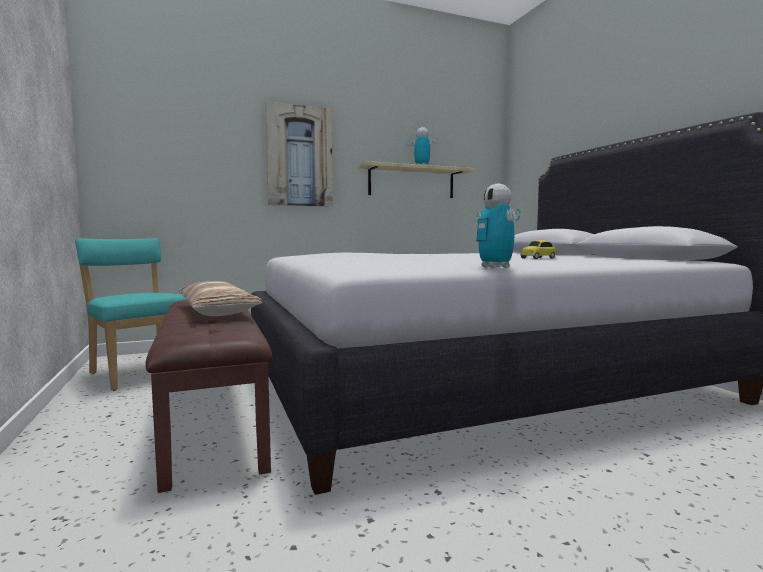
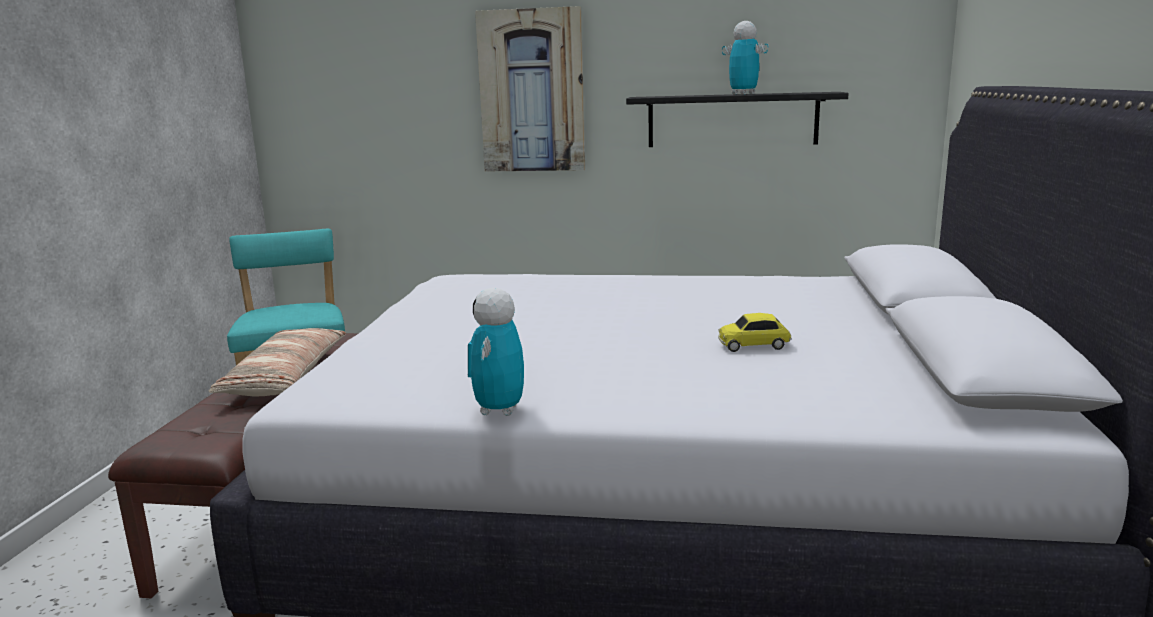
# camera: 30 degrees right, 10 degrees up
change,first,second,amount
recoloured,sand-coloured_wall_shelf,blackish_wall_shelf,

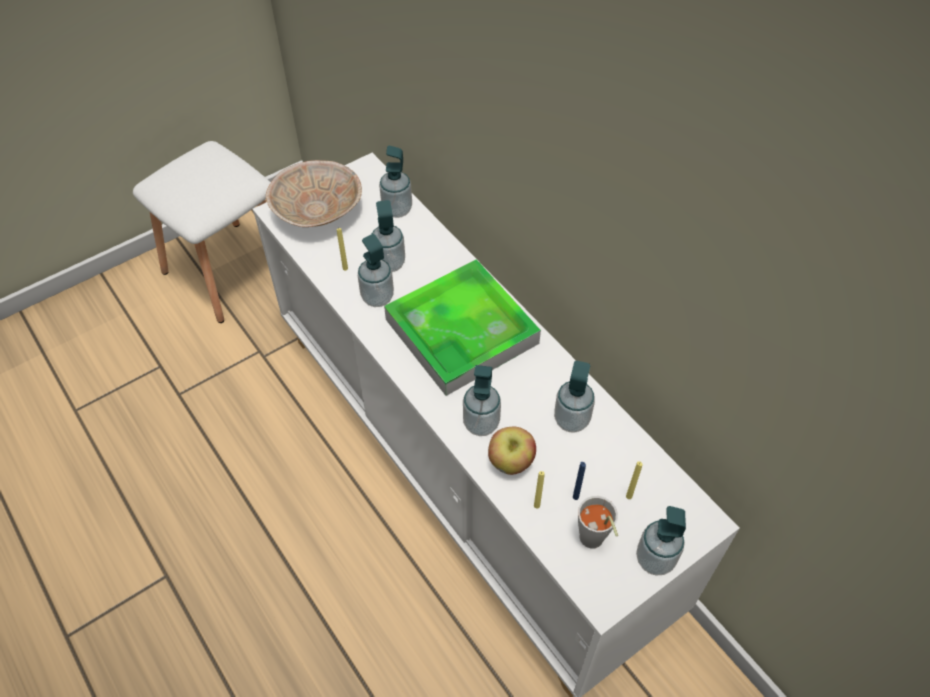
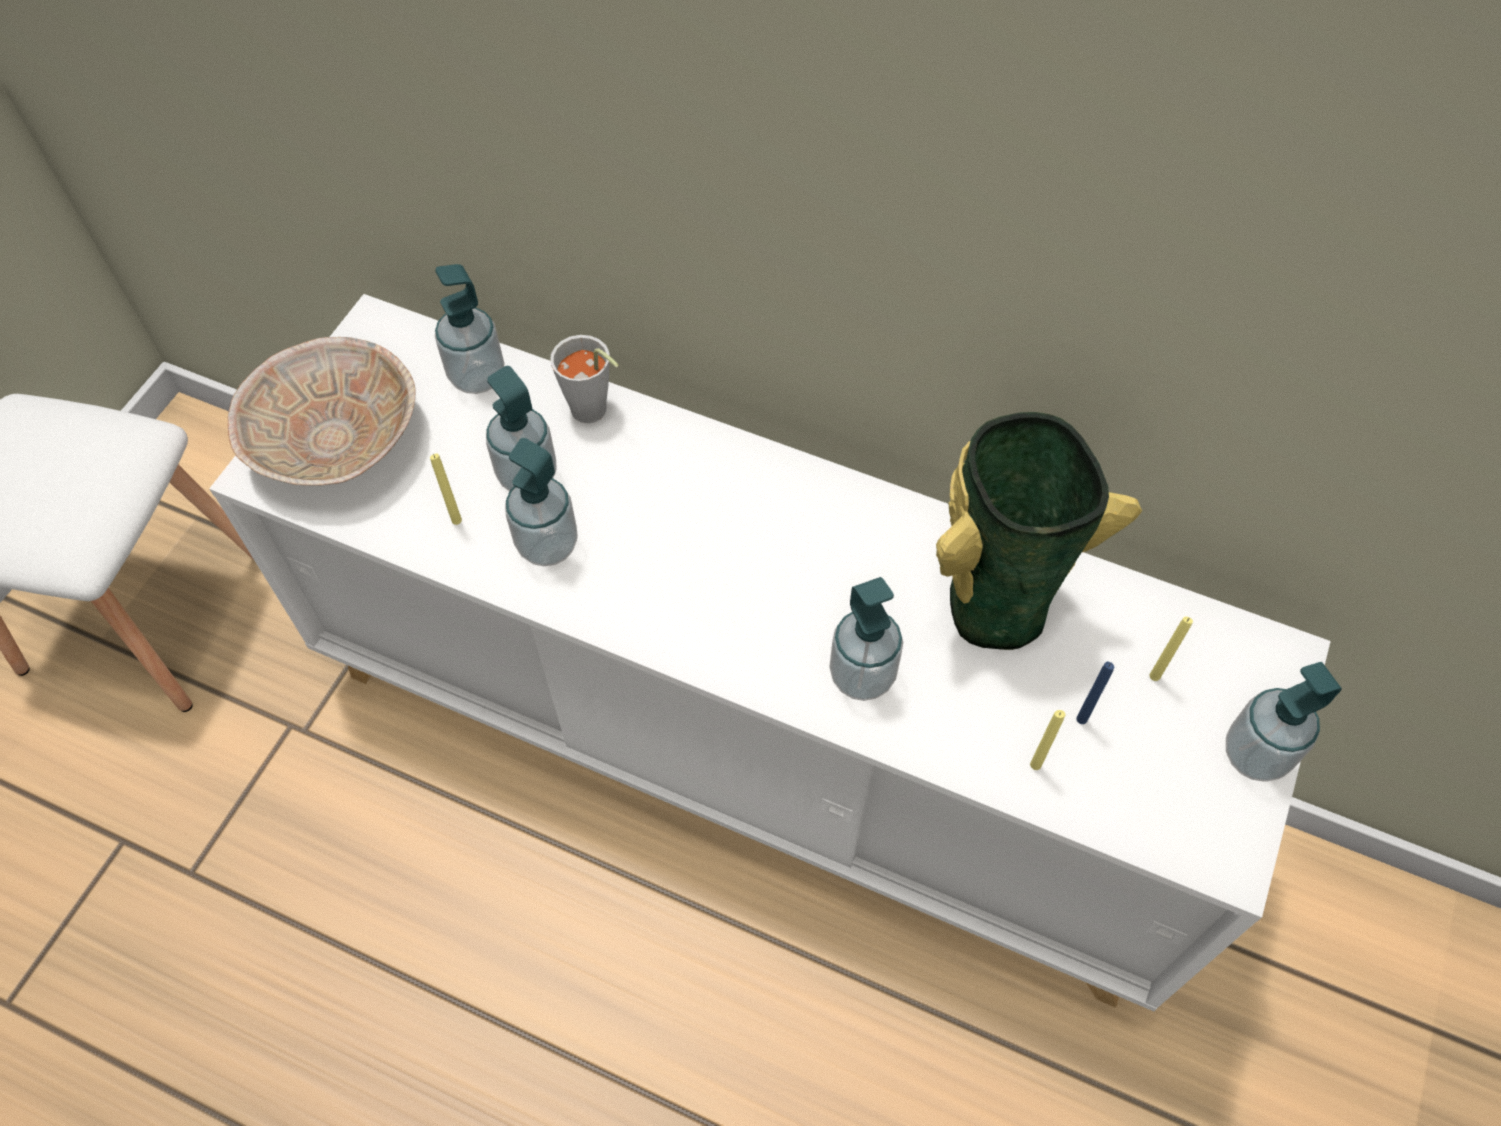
# camera: 30 degrees left, 5 degrees up
change,first,second,amount
removed,serving_tray,,
replaced,soap_dispenser (5th from left),decorative_vase,
removed,whole_apple,,
moved,gray_cup,,

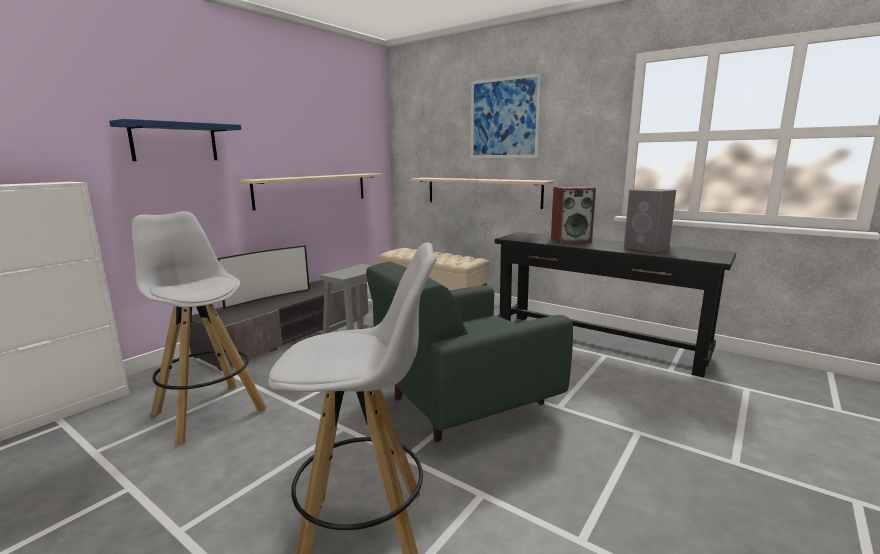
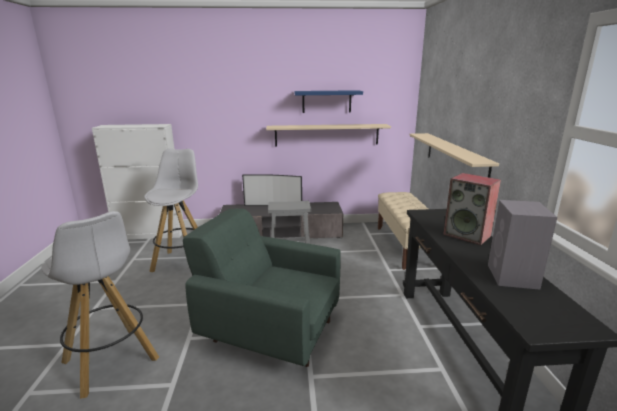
# camera: 50 degrees right, 5 degrees up
change,first,second,amount
removed,wall_picture,,
moved,blue_wall_shelf,,

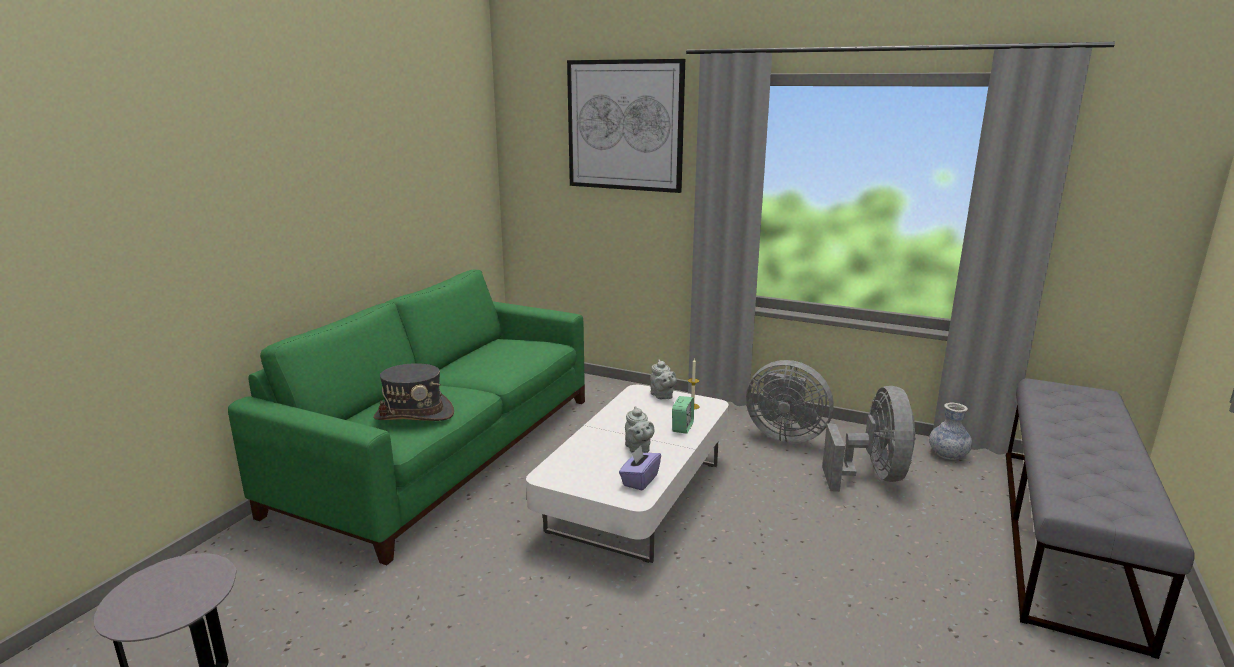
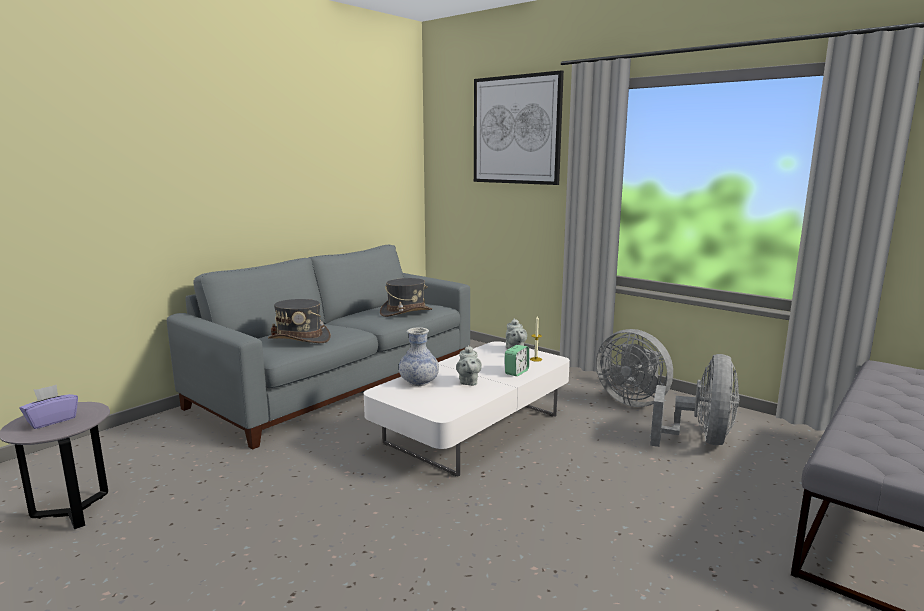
# camera: 15 degrees right, 5 degrees down
change,first,second,amount
recoloured,greenish_couch,gray_couch,
moved,decorative_vase,,
moved,purple_tissue_holder,,
added,,gray_clothing_hat (2nd from left),

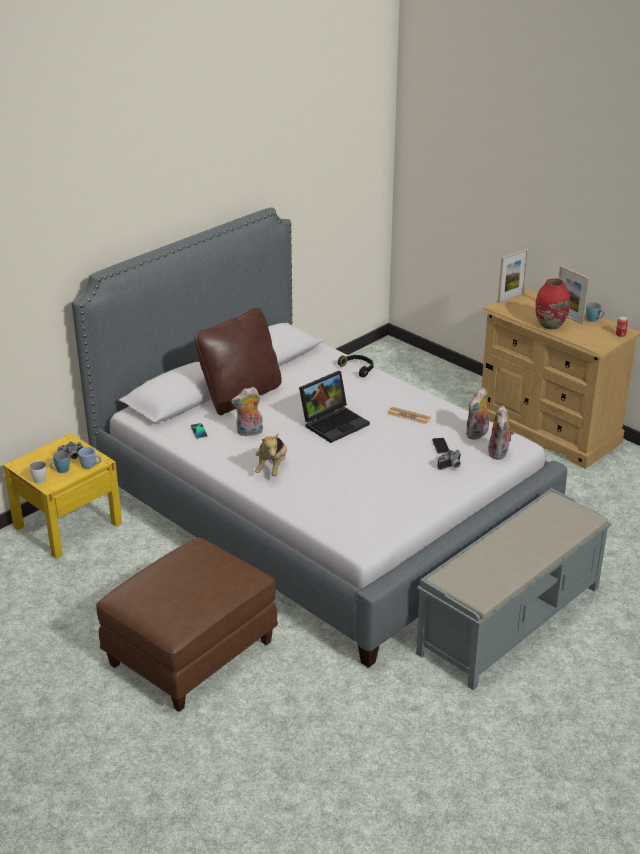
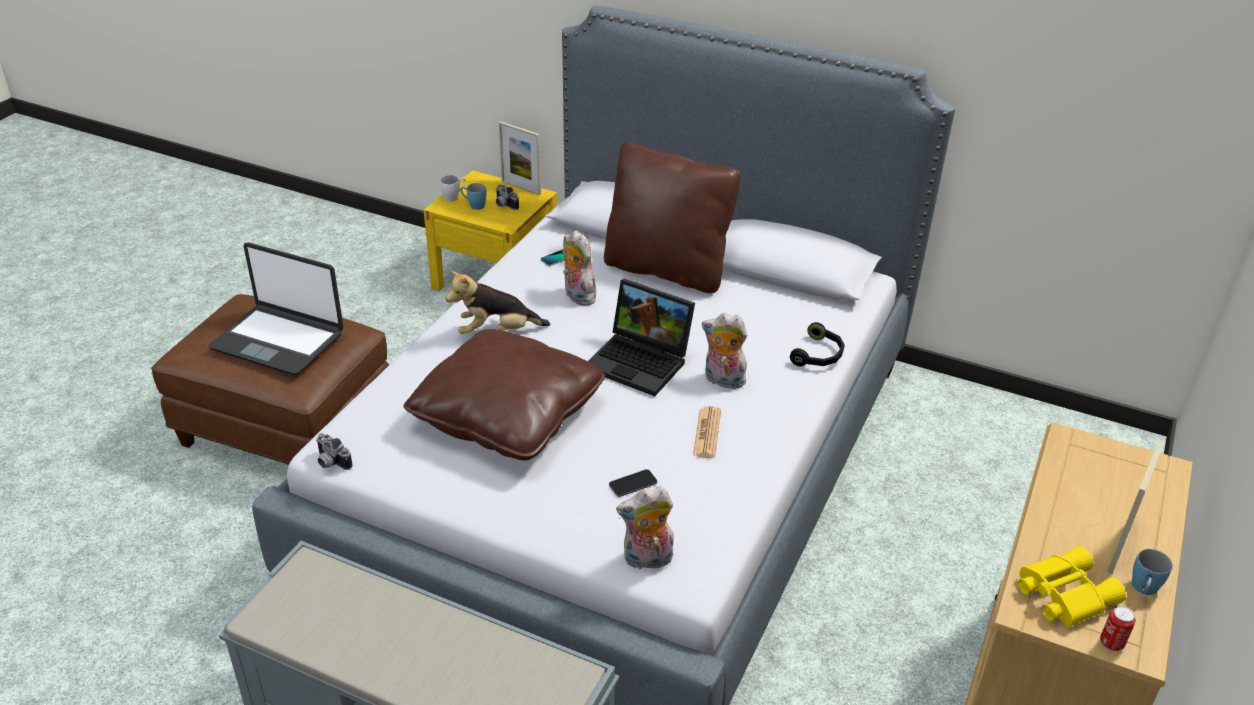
# camera: 70 degrees right, 5 degrees up
change,first,second,amount
moved,picture_frame (1st from left),,
removed,red_decorative_vase,,
moved,plush_toy (3rd from left in the first image),plush_toy (4th from left),
removed,blue_mug (2nd from left),,
moved,still_camera (2nd from left in the first image),still_camera (1st from left),
added,,notebook_computer (1st from left),
added,,brown-coloured_pillow (1st from left),
added,,yellow-coloured_pair_of_binoculars,

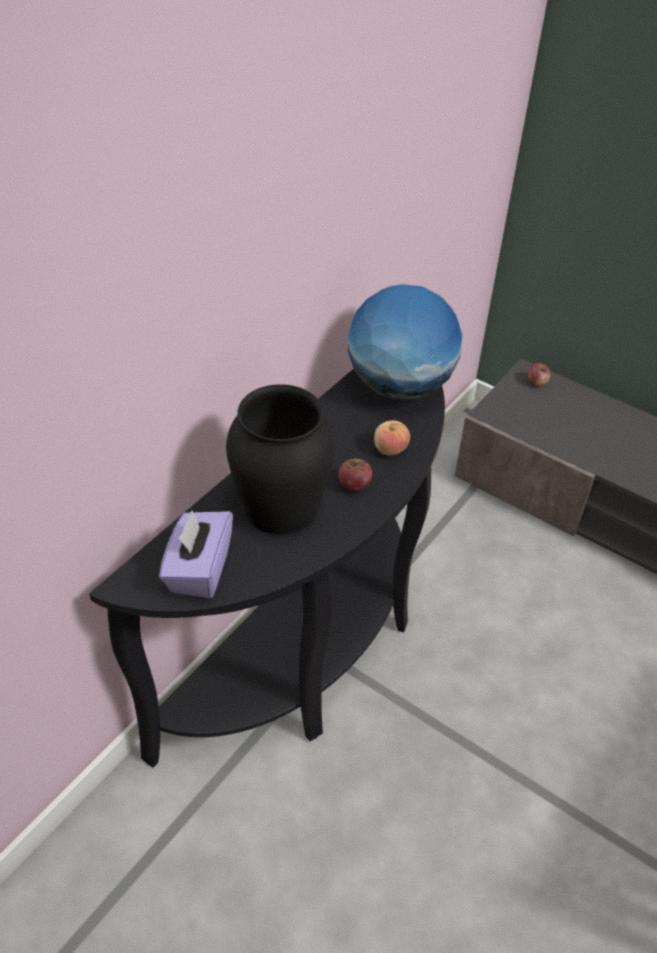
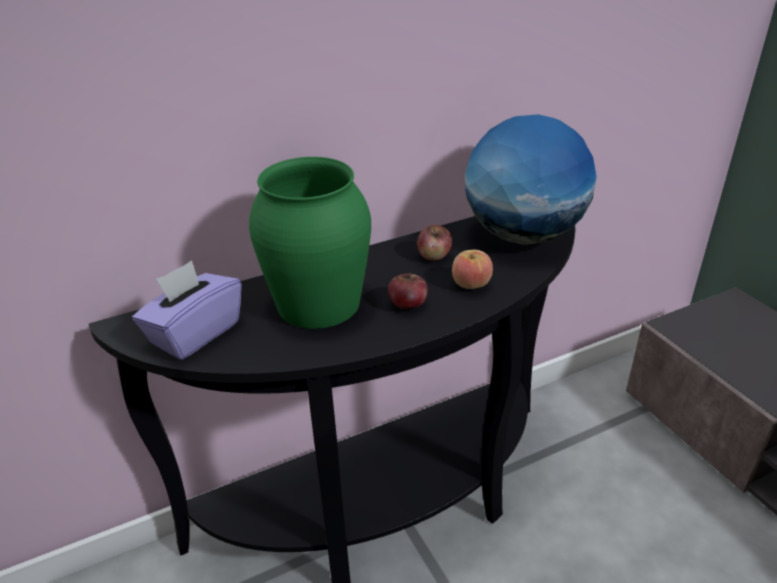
# camera: 30 degrees right, 10 degrees down
change,first,second,amount
moved,whole_apple (3rd from left in the first image),whole_apple (2nd from left),
recoloured,blackish_decorative_vase,greenish_decorative_vase,

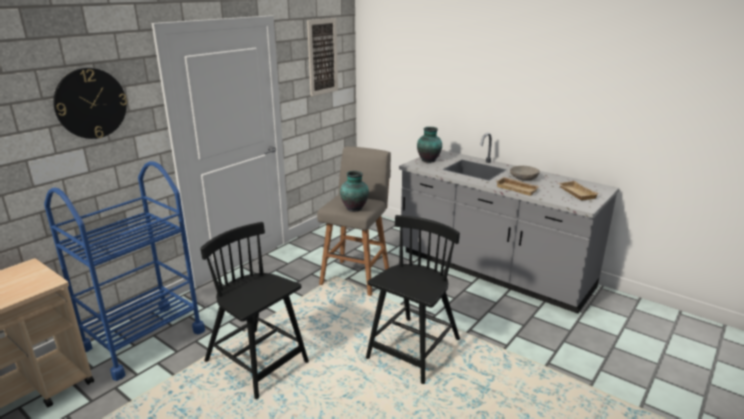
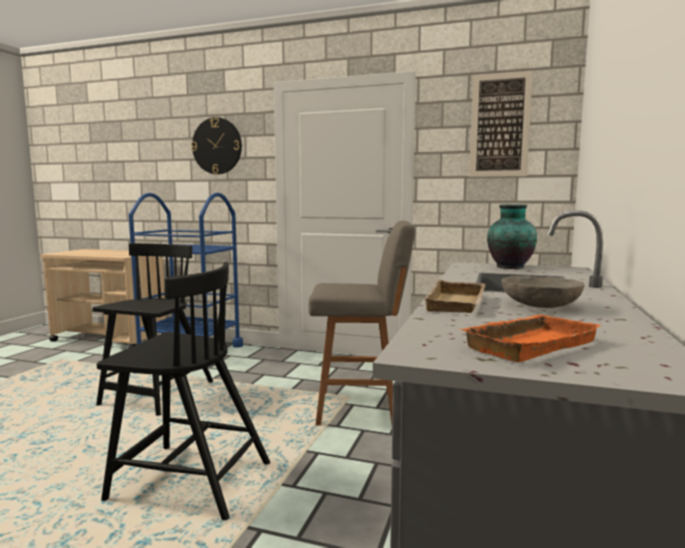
# camera: 70 degrees right, 15 degrees down
change,first,second,amount
removed,decorative_vase (1st from left),,
recoloured,sand-coloured_serving_tray (2nd from left),orange-coloured_serving_tray,

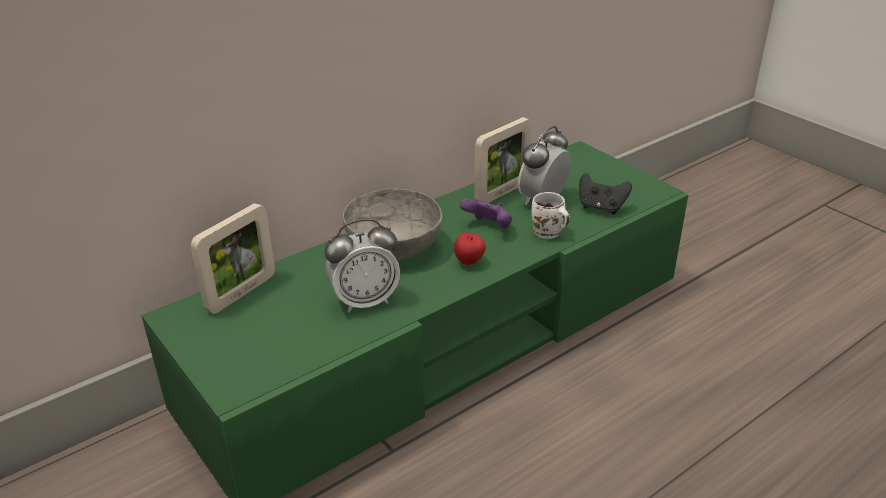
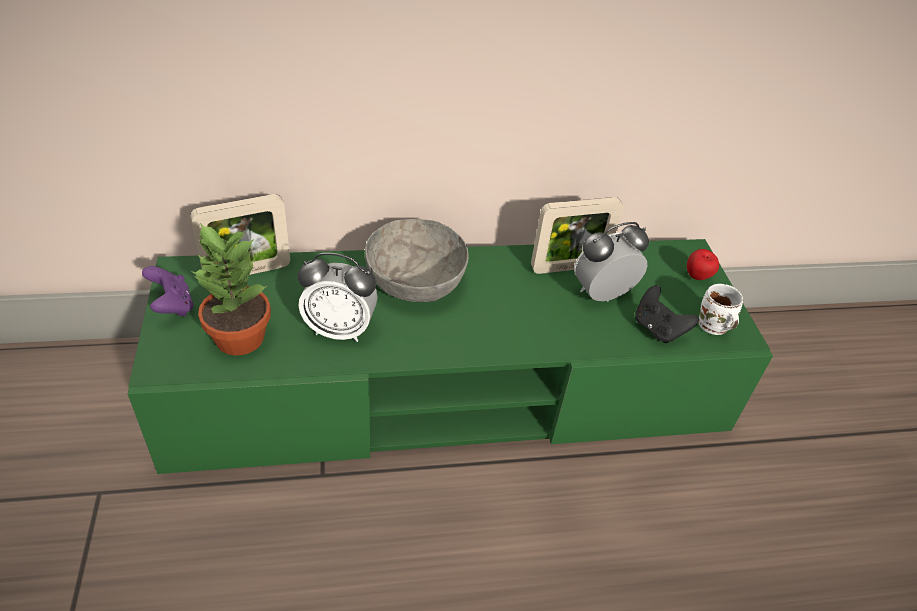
# camera: 25 degrees right, 10 degrees up
change,first,second,amount
moved,white-coloured_mug,,
moved,purple_game_controller,,
moved,whole_apple,,
added,,plant_in_a_pot,

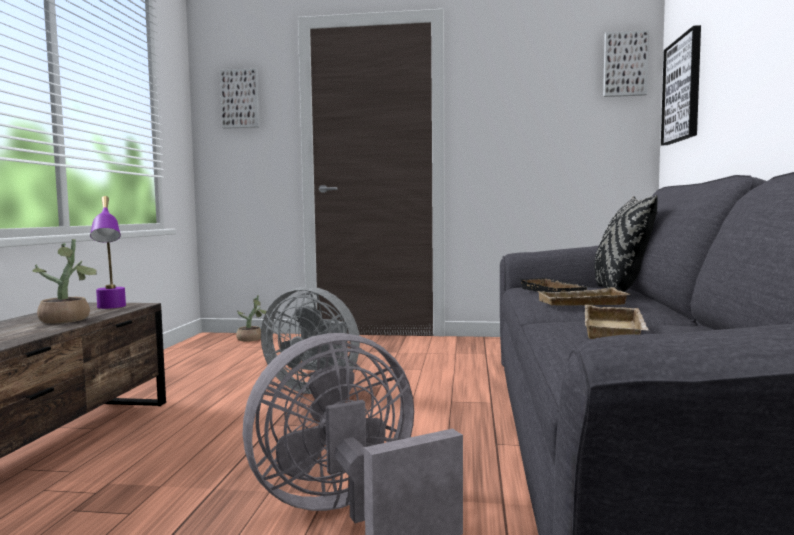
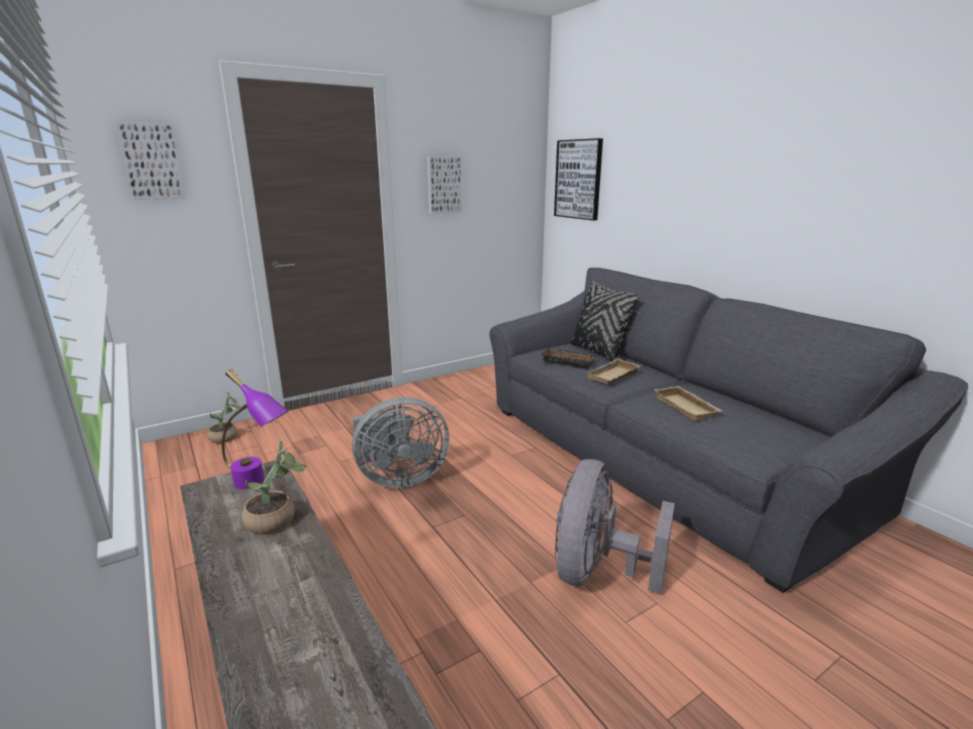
# camera: 40 degrees left, 15 degrees up
change,first,second,amount
moved,wall_picture (2nd from left),,

